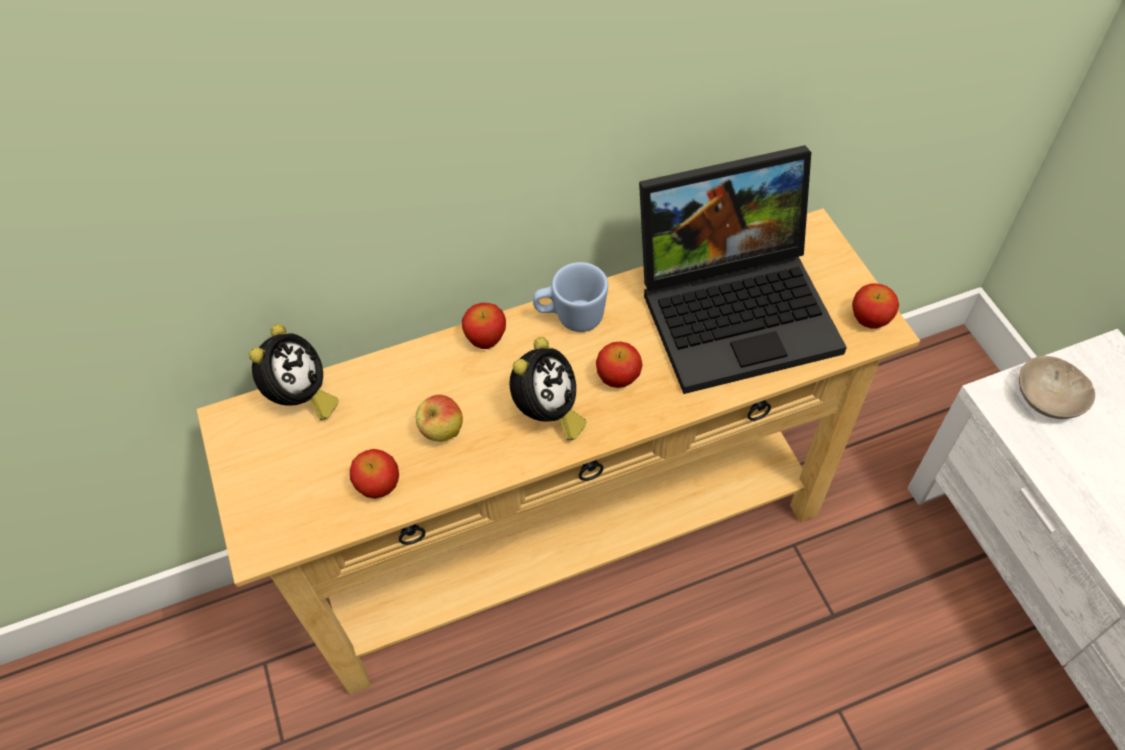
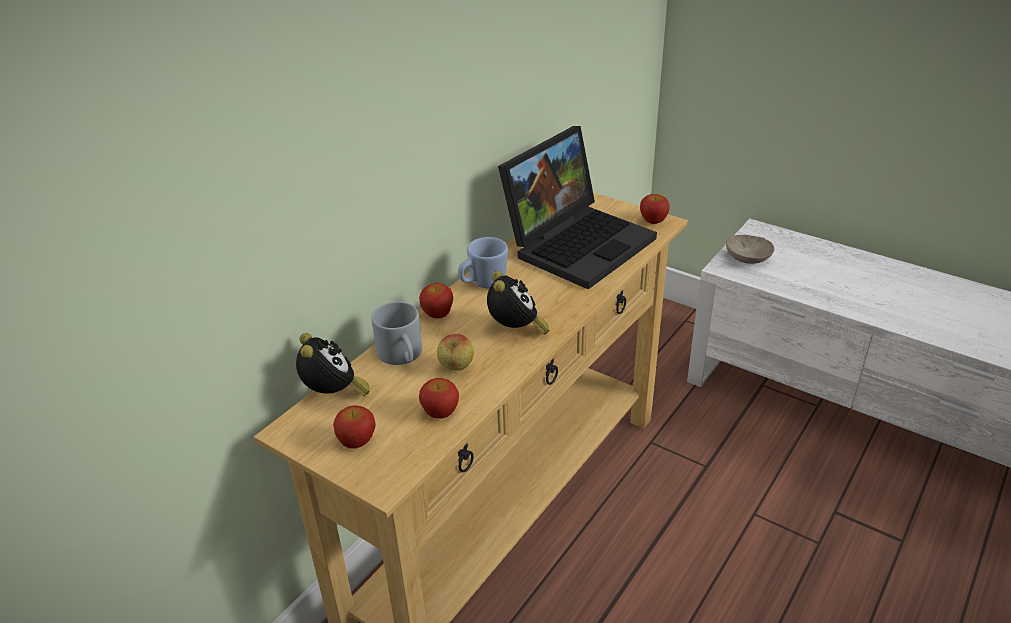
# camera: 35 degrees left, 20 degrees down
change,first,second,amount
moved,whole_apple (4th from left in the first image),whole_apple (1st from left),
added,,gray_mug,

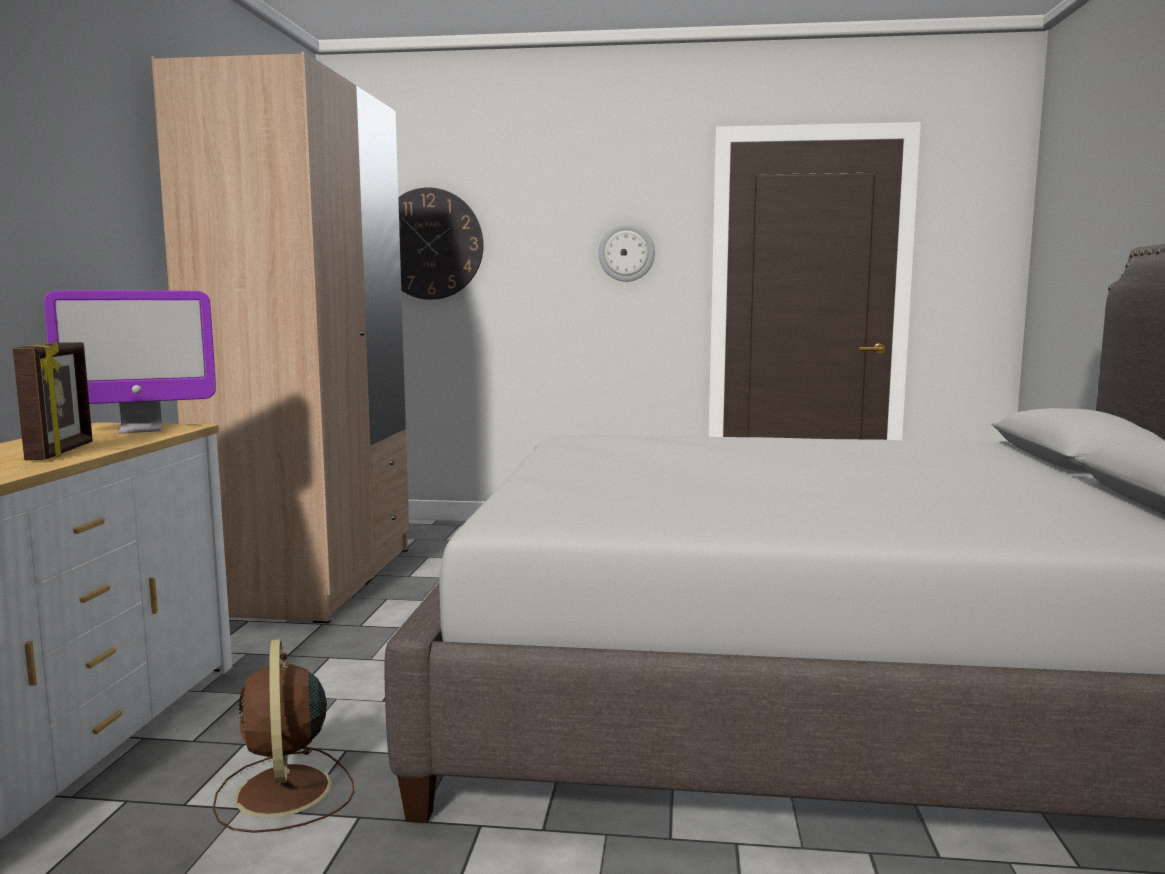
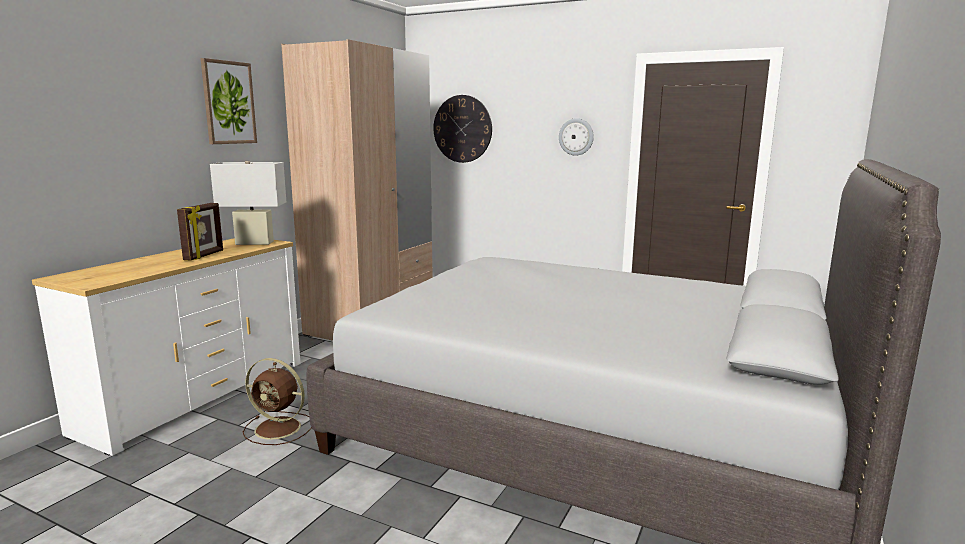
# camera: 20 degrees right, 5 degrees up
change,first,second,amount
replaced,monitor,white-coloured_table_lamp,
turned,brown-coloured_fan,,75 degrees counterclockwise
added,,wall_picture,

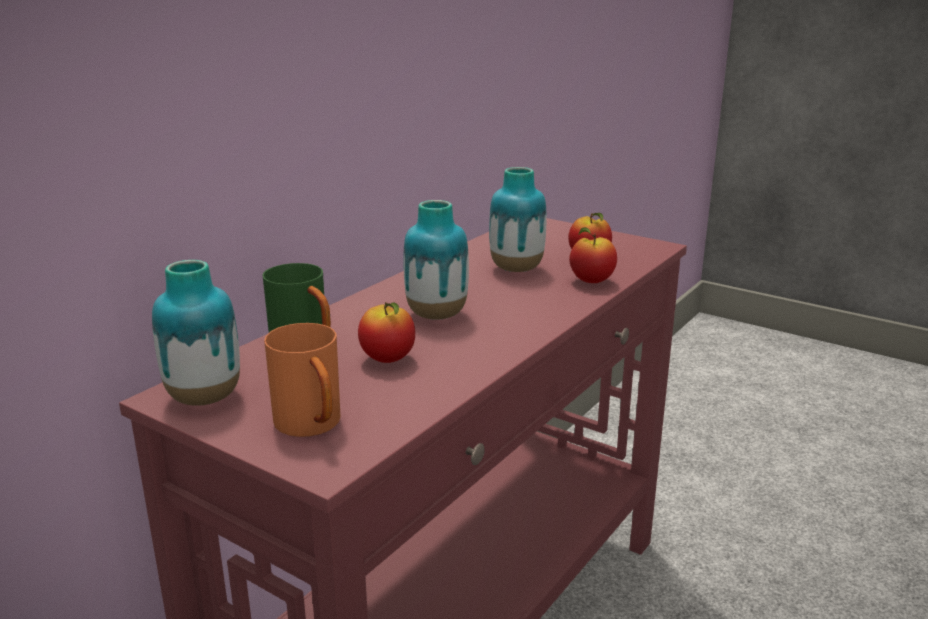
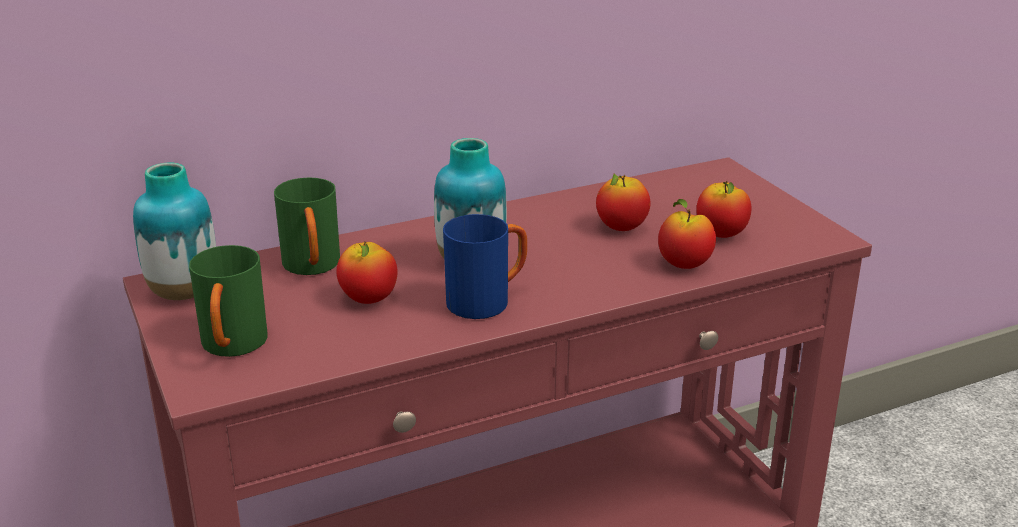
# camera: 30 degrees right, 5 degrees up
change,first,second,amount
replaced,decorative_vase (3rd from left),whole_apple (2nd from left),
recoloured,orange-coloured_mug,greenish_mug (1st from left),
added,,blue_mug,

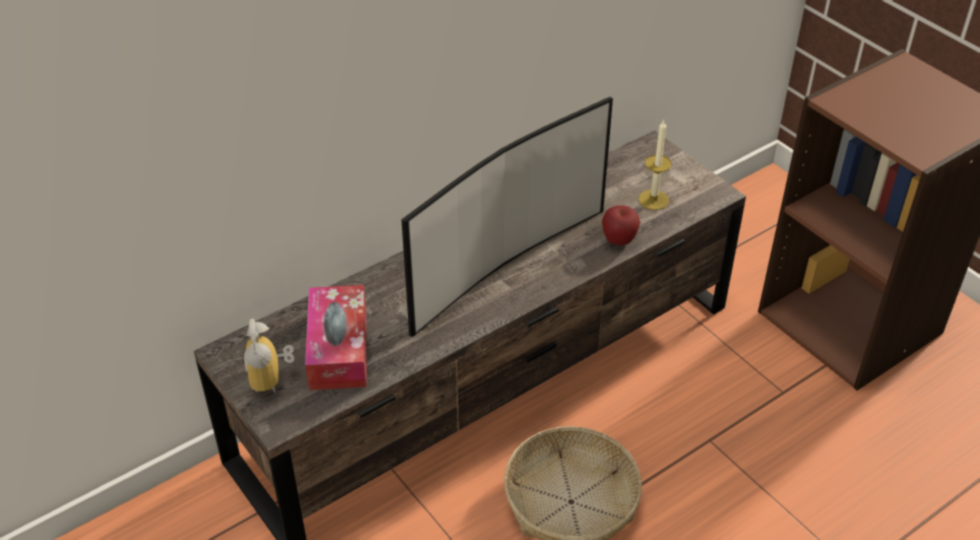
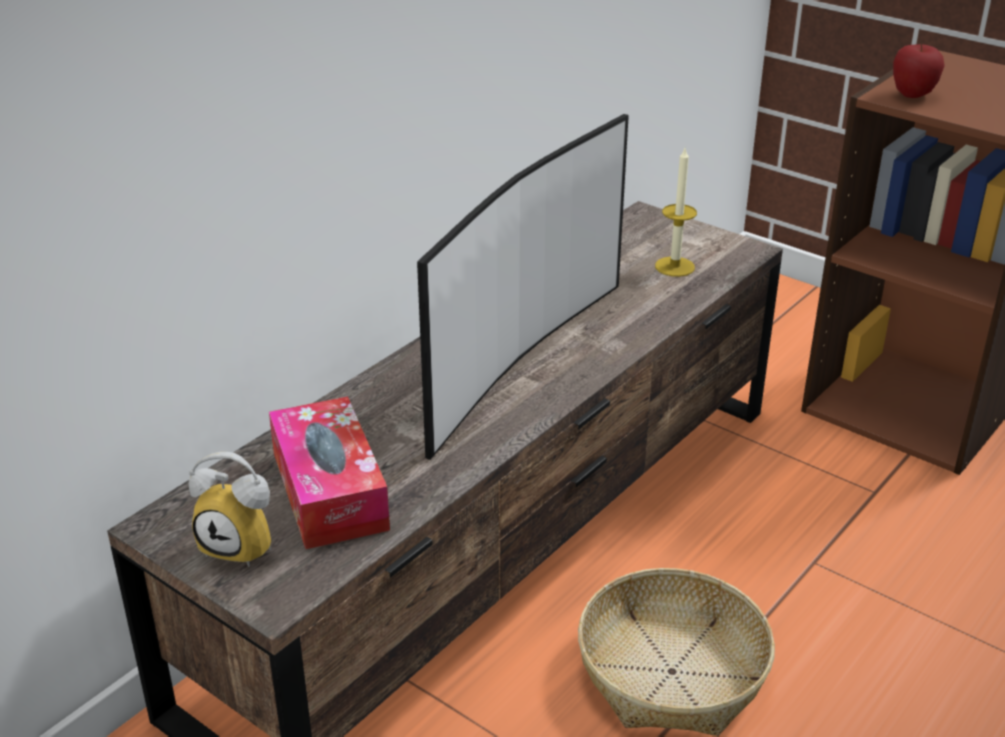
# camera: 15 degrees left, 10 degrees down
change,first,second,amount
moved,whole_apple,,
turned,alarm_clock,,45 degrees counterclockwise

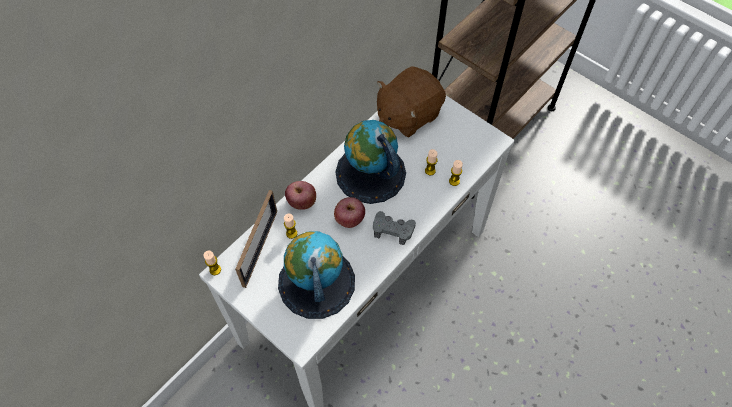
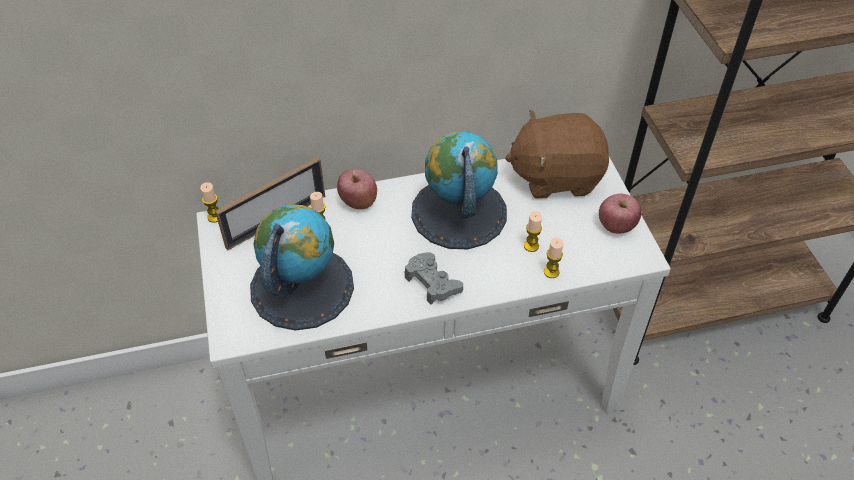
# camera: 35 degrees right, 10 degrees down
change,first,second,amount
moved,whole_apple (2nd from left),,

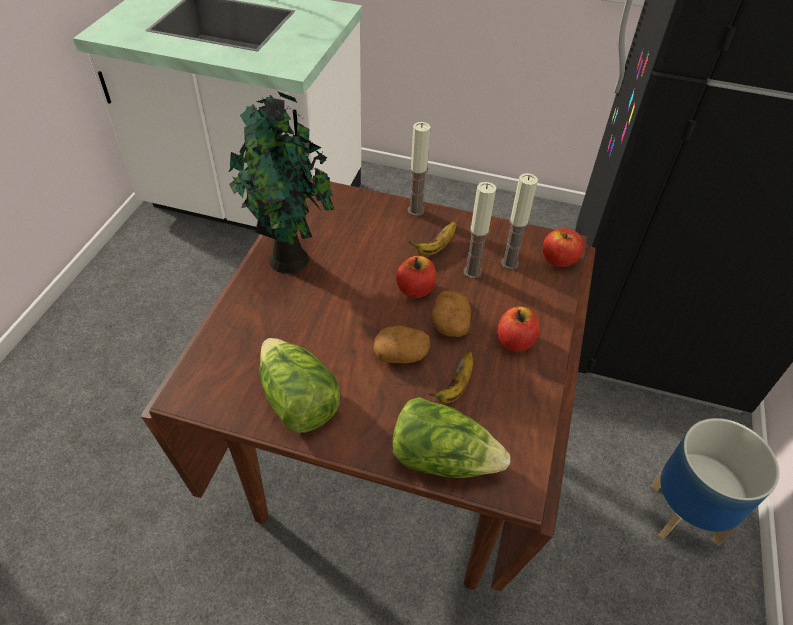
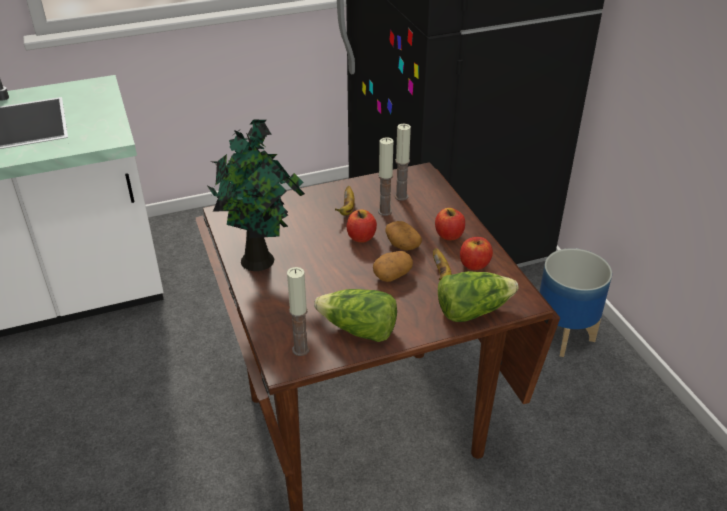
# camera: 35 degrees left, 10 degrees down
change,first,second,amount
moved,wax_light (1st from left),,
moved,whole_apple (3rd from left),,

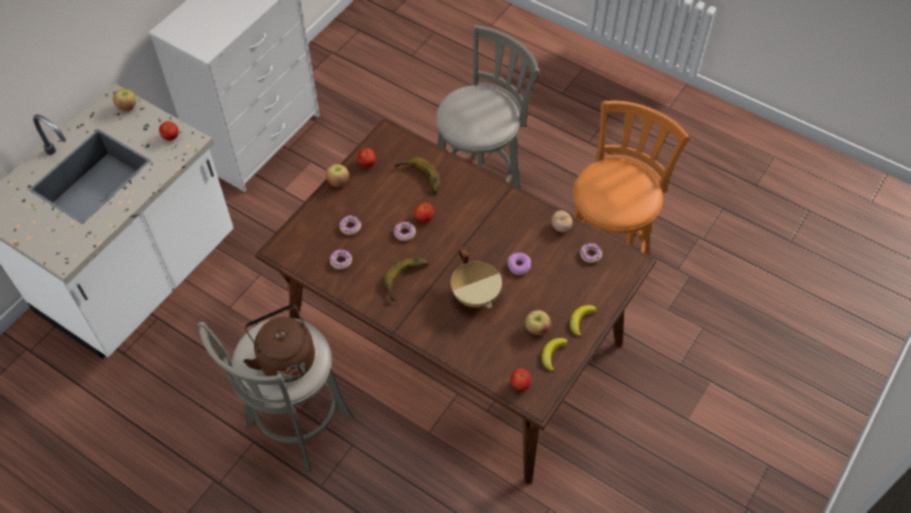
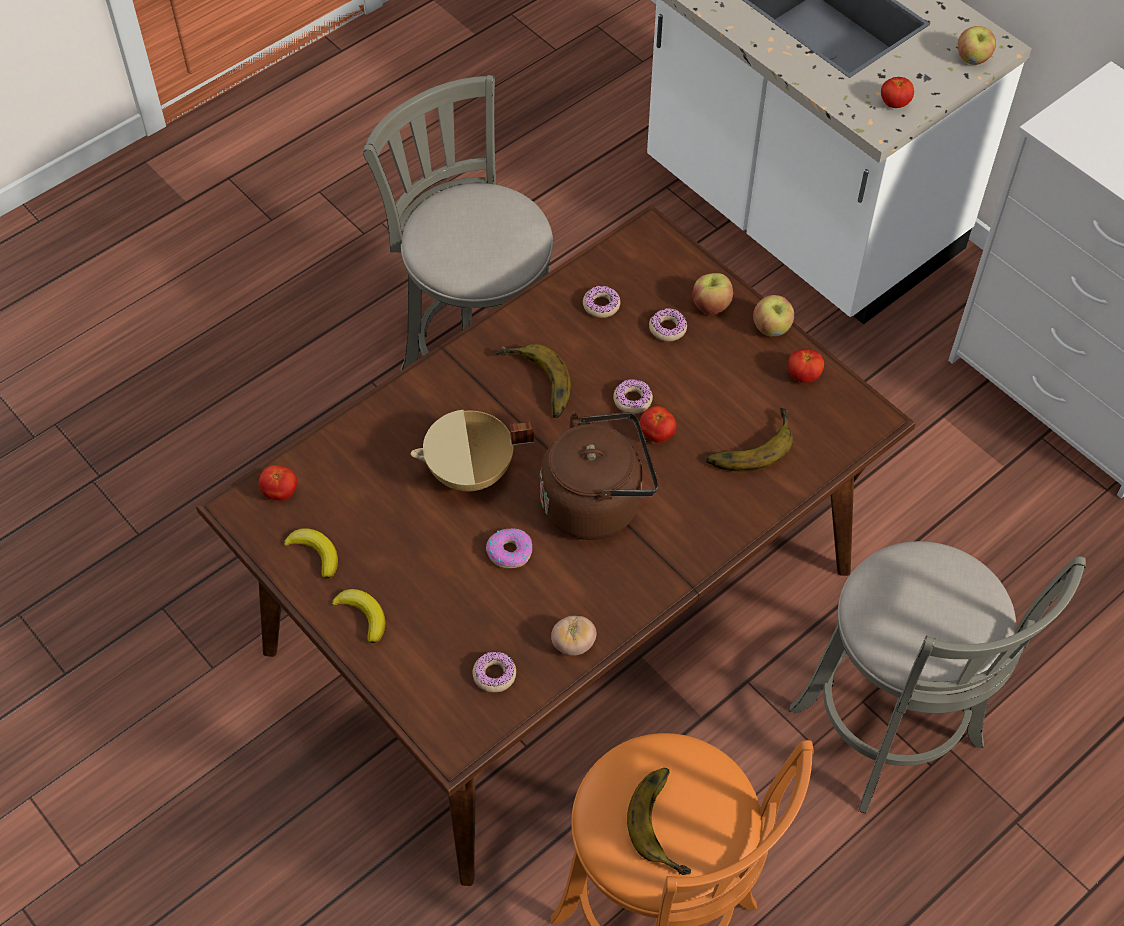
# camera: 105 degrees right, 0 degrees up
change,first,second,amount
moved,brown-coloured_kettle,,
moved,whole_apple (3rd from left in the first image),whole_apple (1st from left),
added,,banana_fruit (4th from left),

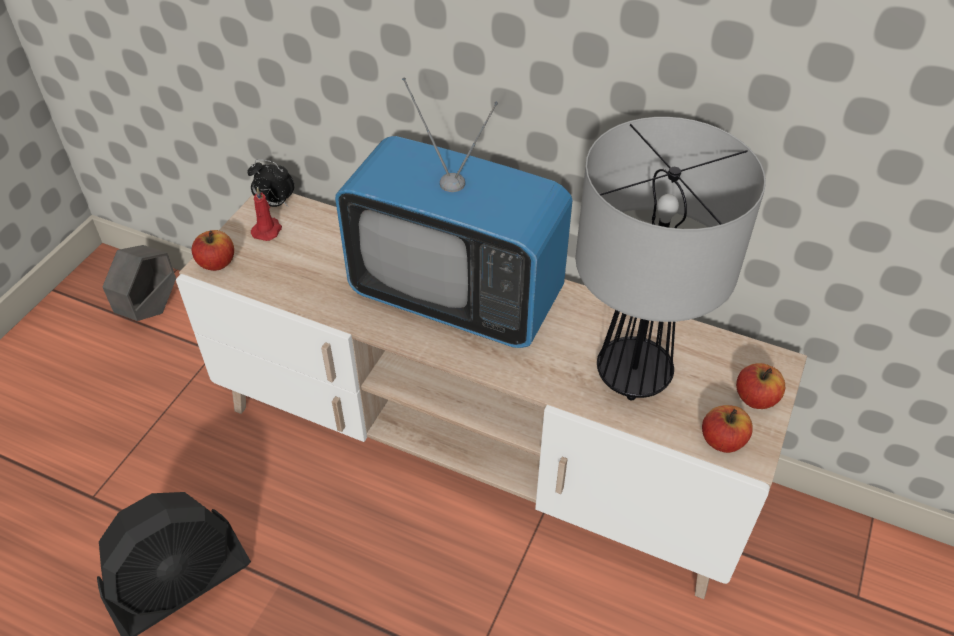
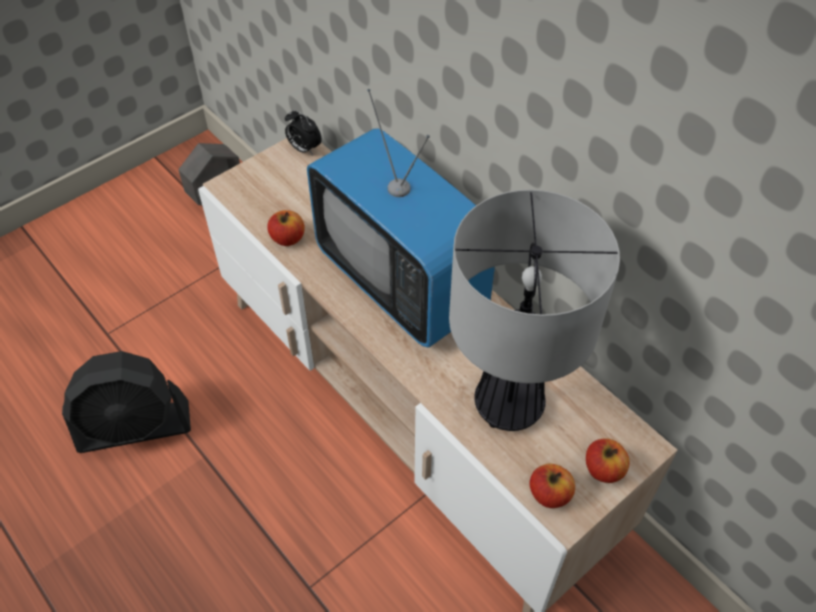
# camera: 25 degrees right, 5 degrees up
change,first,second,amount
removed,red_wax_light,,
moved,whole_apple (1st from left),,

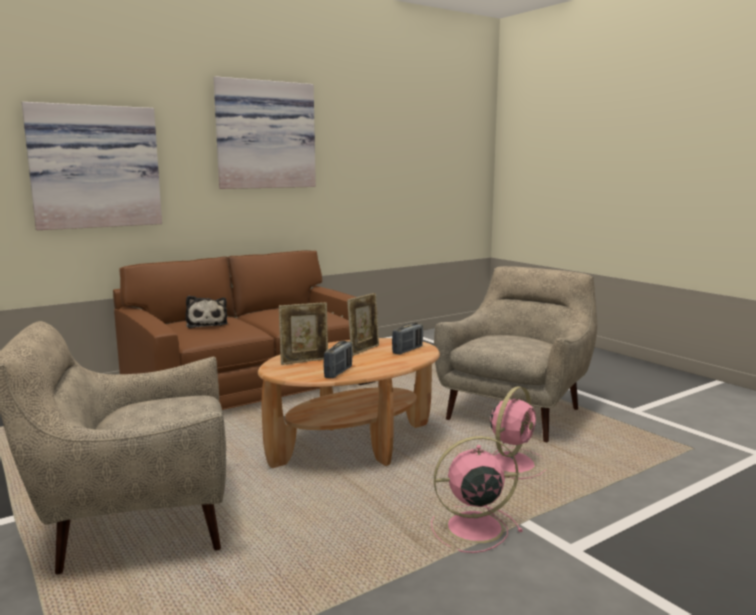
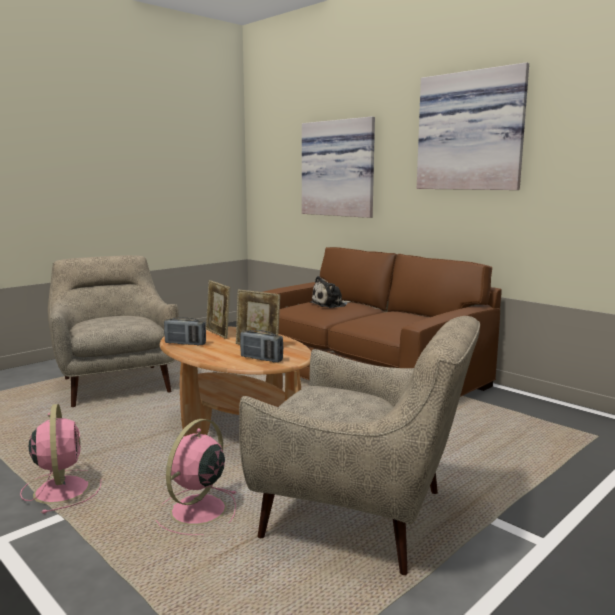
# camera: 80 degrees right, 0 degrees up
change,first,second,amount
turned,pinkish_fan (2nd from left),,90 degrees clockwise

